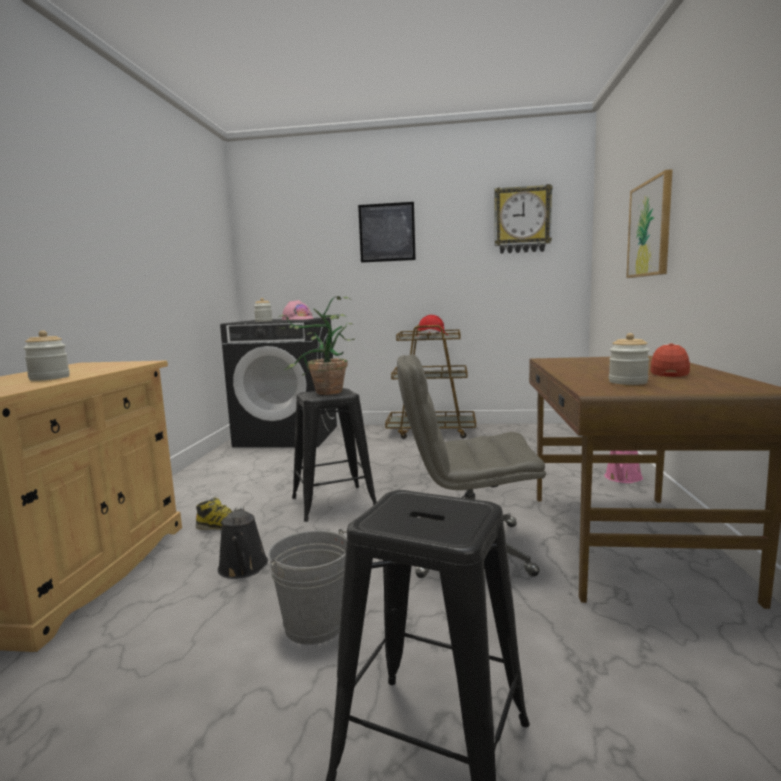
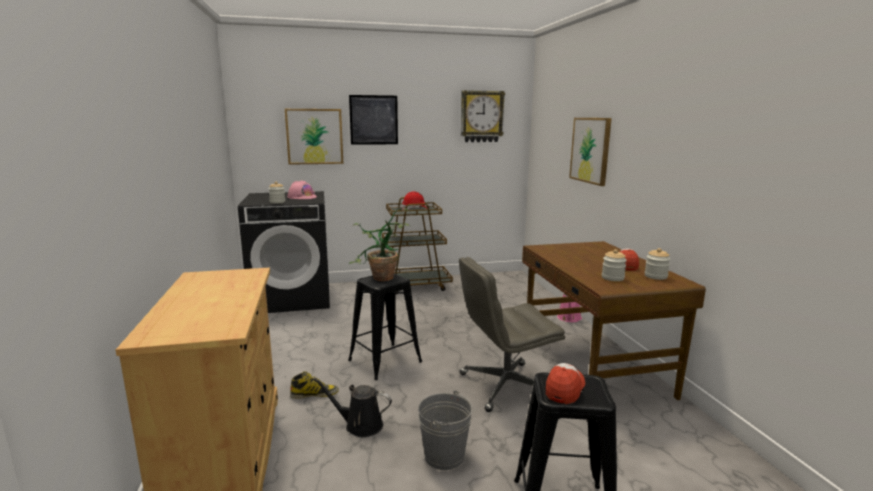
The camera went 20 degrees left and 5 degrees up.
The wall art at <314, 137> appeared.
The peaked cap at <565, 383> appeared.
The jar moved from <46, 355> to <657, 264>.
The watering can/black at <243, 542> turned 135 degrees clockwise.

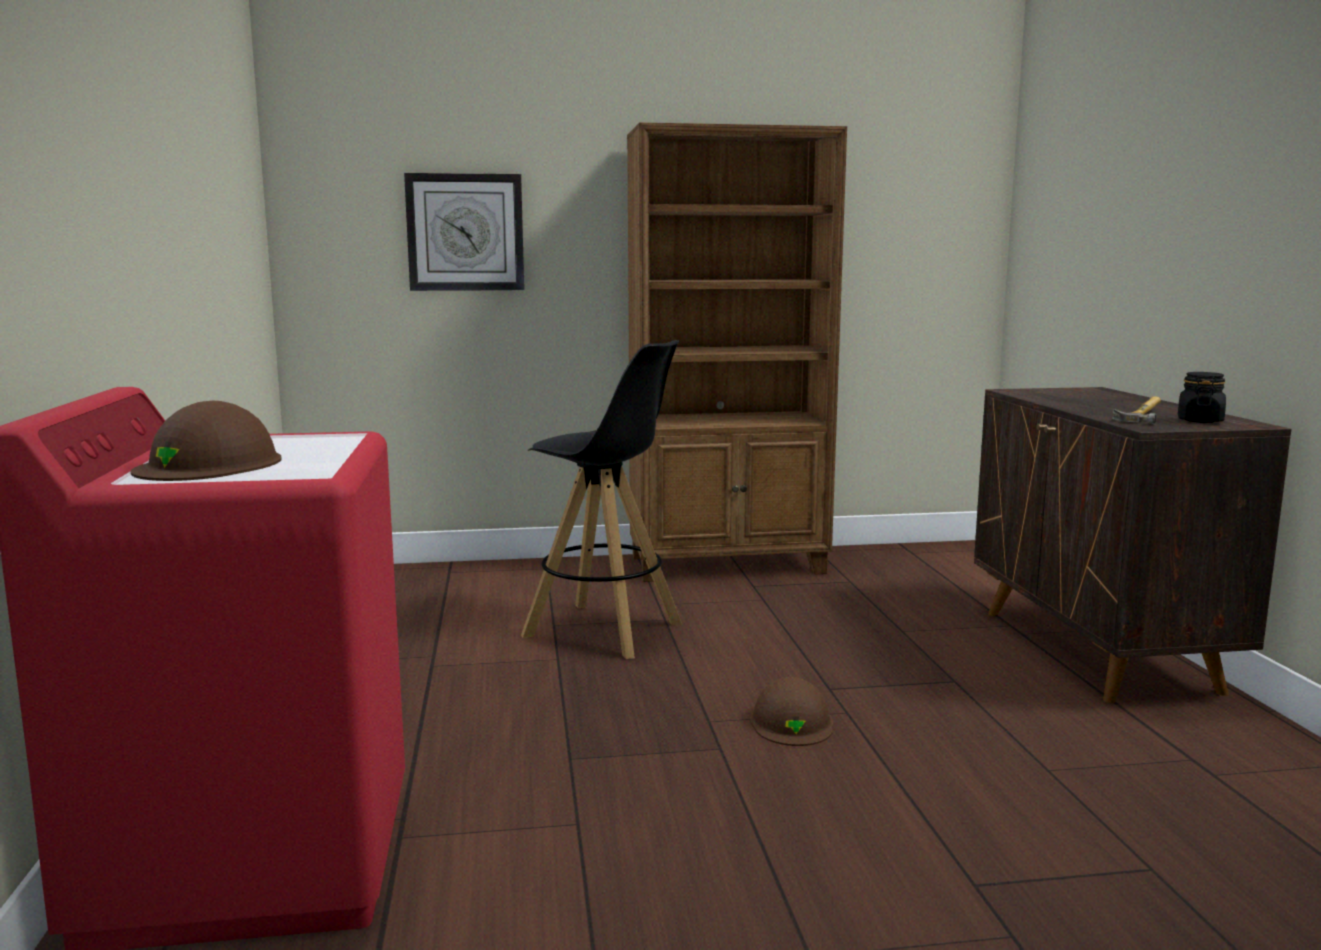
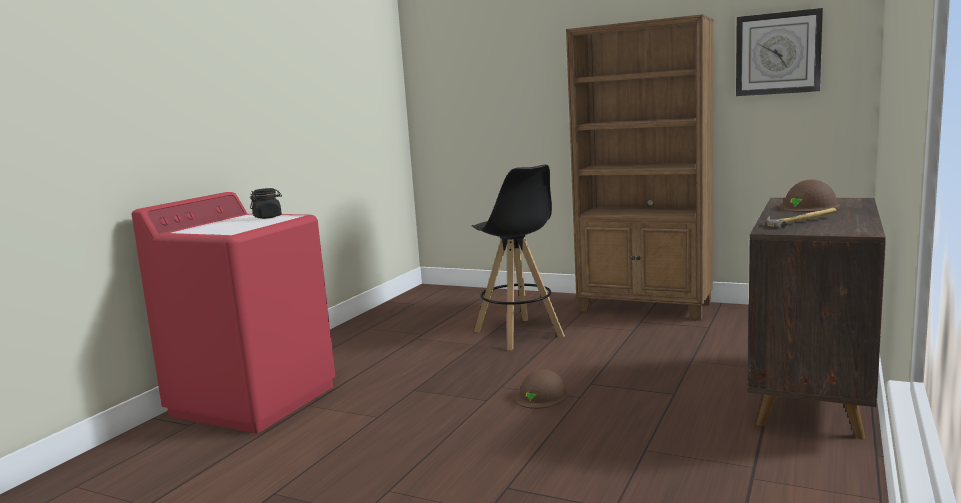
The camera went 35 degrees right and 0 degrees up.
The work helmet/brown-coloured moved from <206, 441> to <809, 195>.
The clock on the wall moved from <464, 232> to <779, 52>.
The jar/black moved from <1202, 397> to <266, 203>.

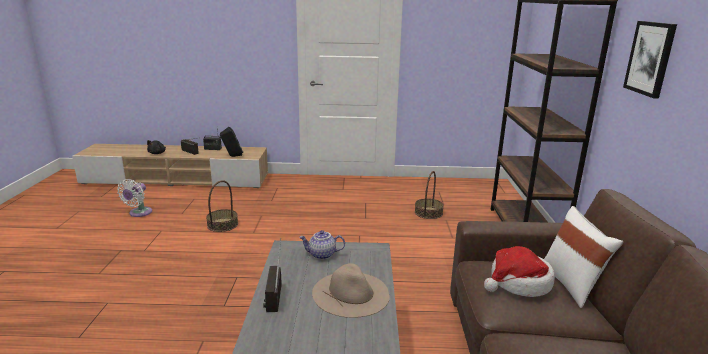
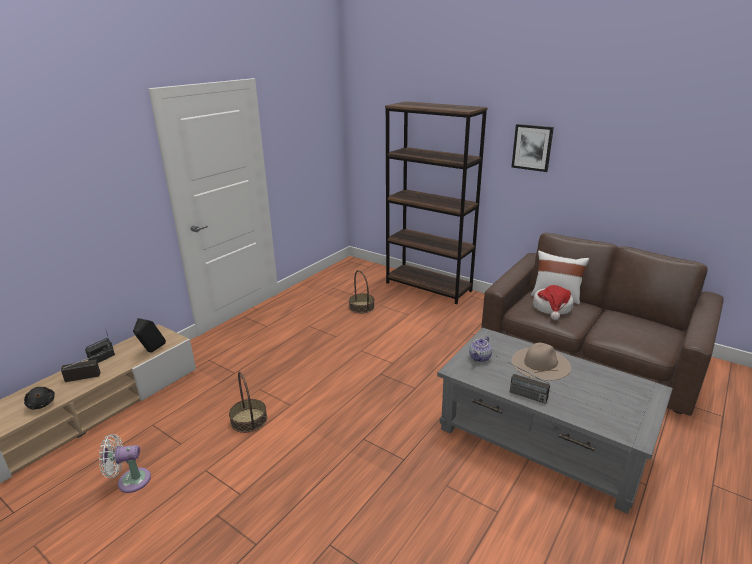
The camera went 55 degrees left and 5 degrees up.
The cooling fan/white-coloured at <134, 198> turned 120 degrees clockwise.

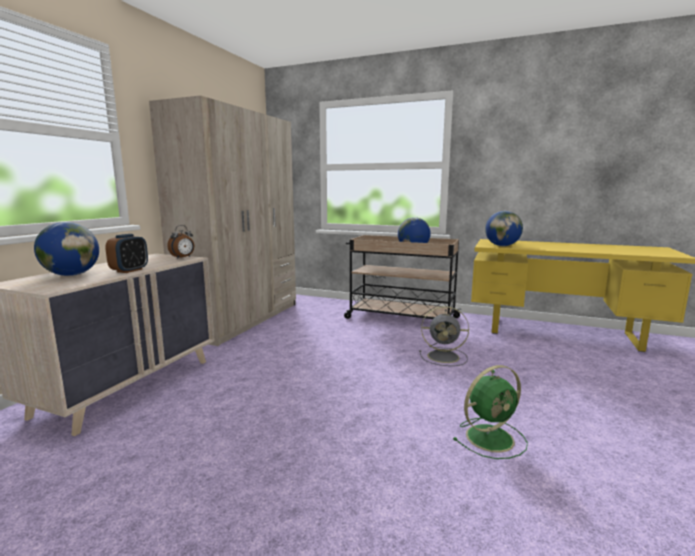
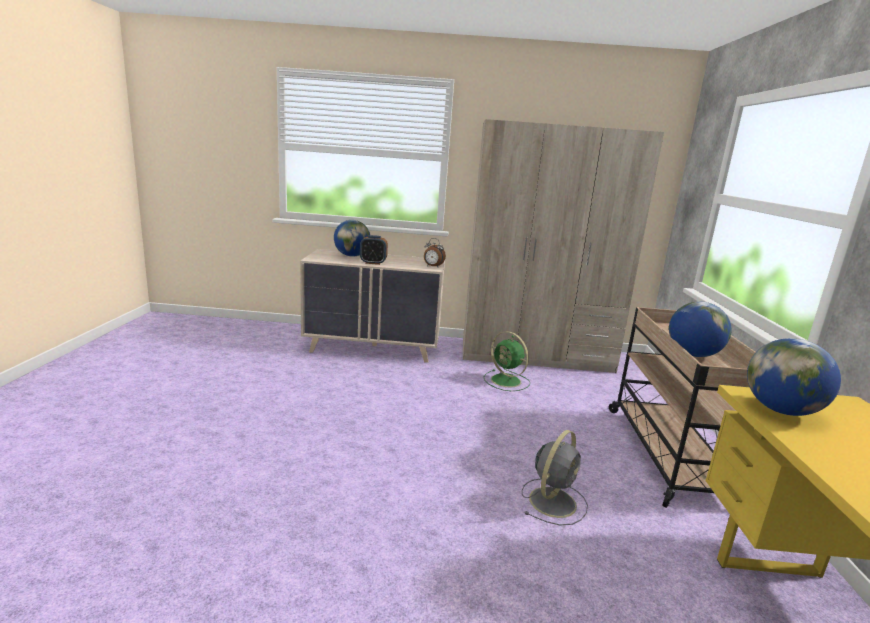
The camera went 70 degrees right and 5 degrees up.
The cooling fan/green-coloured moved from <490, 412> to <507, 361>.
The cooling fan/gray at <444, 336> turned 135 degrees counterclockwise.

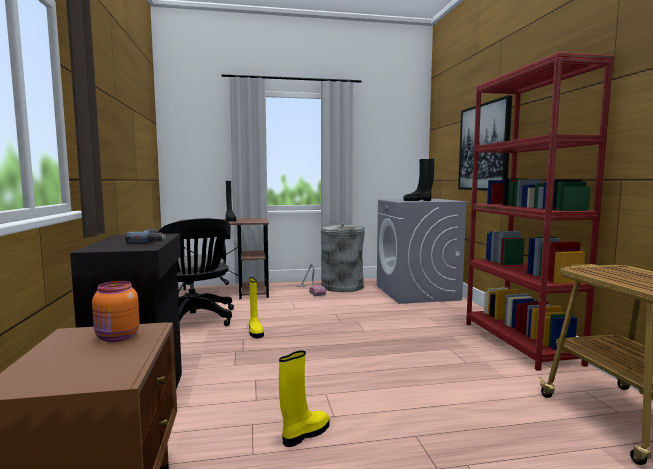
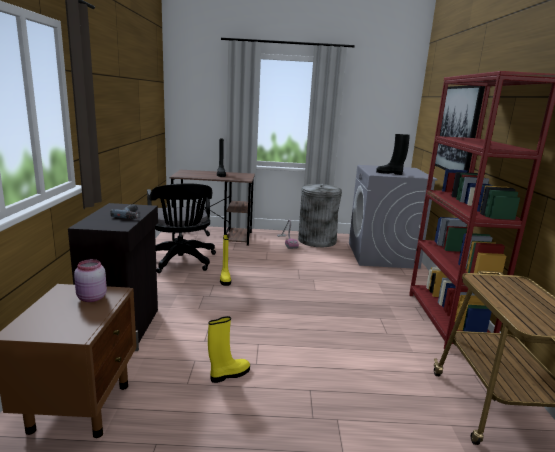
The camera went 10 degrees right and 10 degrees up.
The jar/orangey at <116, 311> became the jar/pink at <90, 280>.

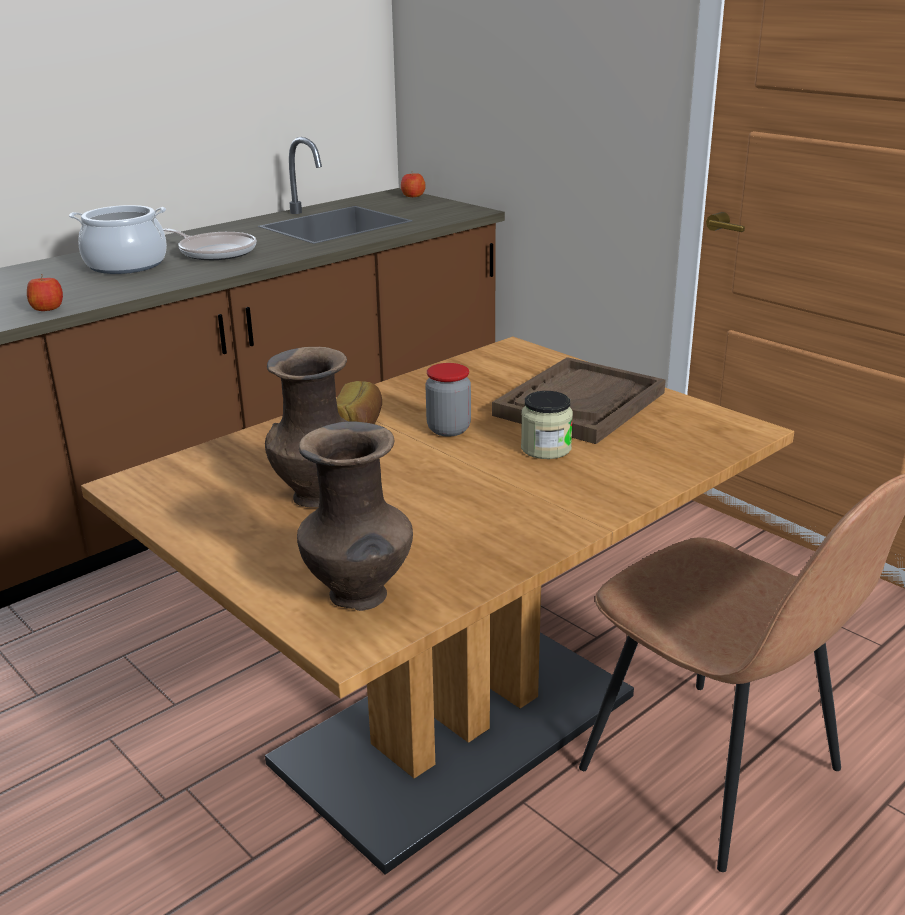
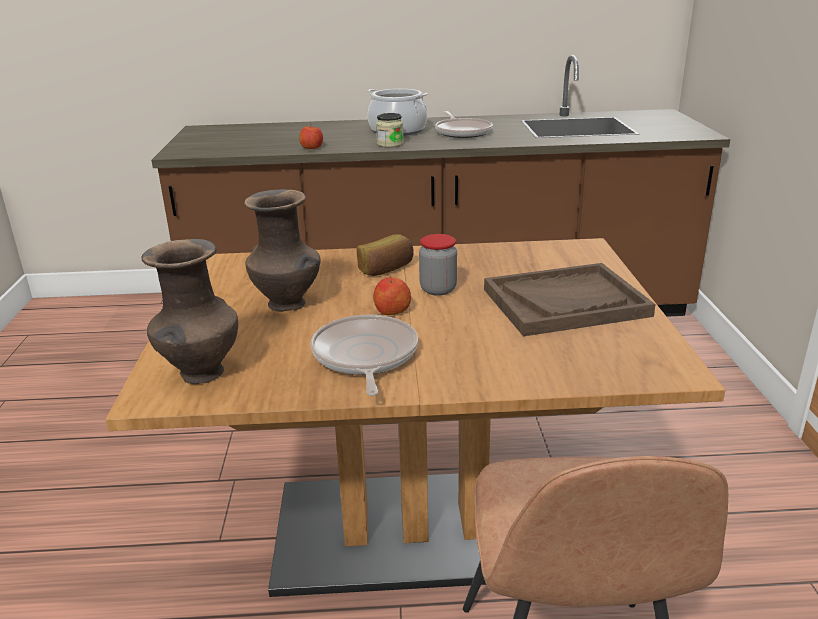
The camera went 40 degrees right and 0 degrees up.
The pan at <364, 355> appeared.
The apple fruit moved from <413, 185> to <392, 295>.
The jar moved from <547, 425> to <390, 130>.

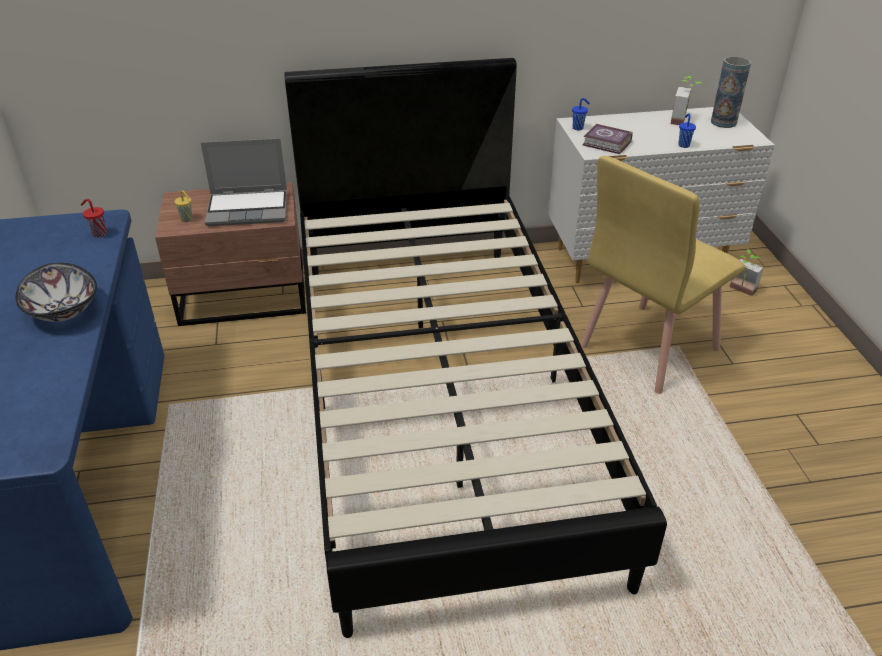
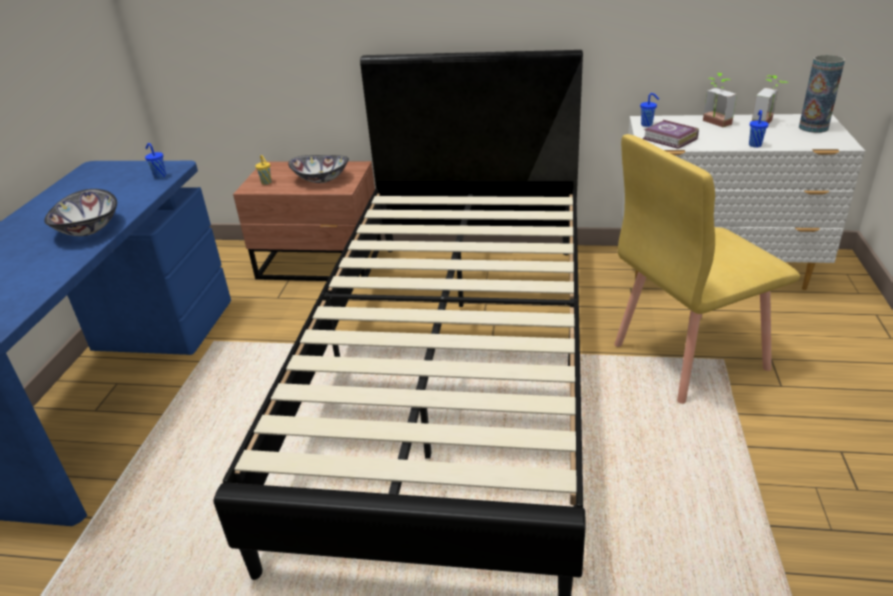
The camera went 20 degrees right and 5 degrees down.
The houseplant moved from <746, 272> to <720, 100>.
The laptop at <244, 182> was replaced by the deep dish at <318, 169>.
The small cup/red at <94, 218> became the small cup/bluish at <155, 161>.

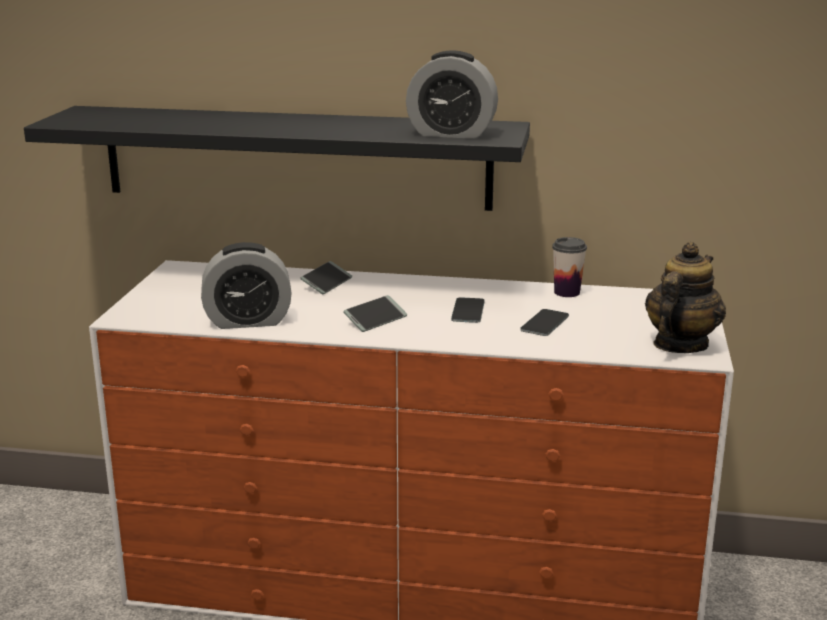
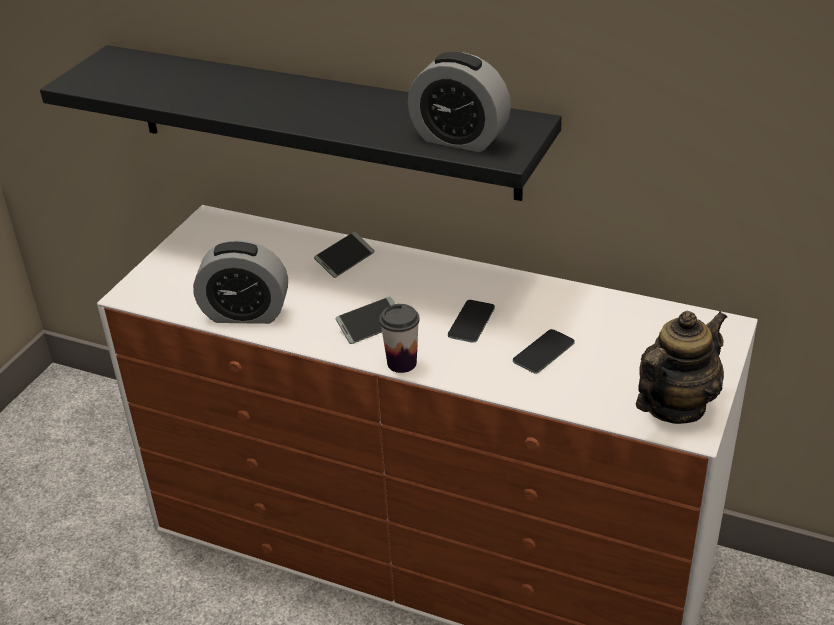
The camera went 15 degrees right and 15 degrees up.
The small cup moved from <569, 267> to <399, 338>.

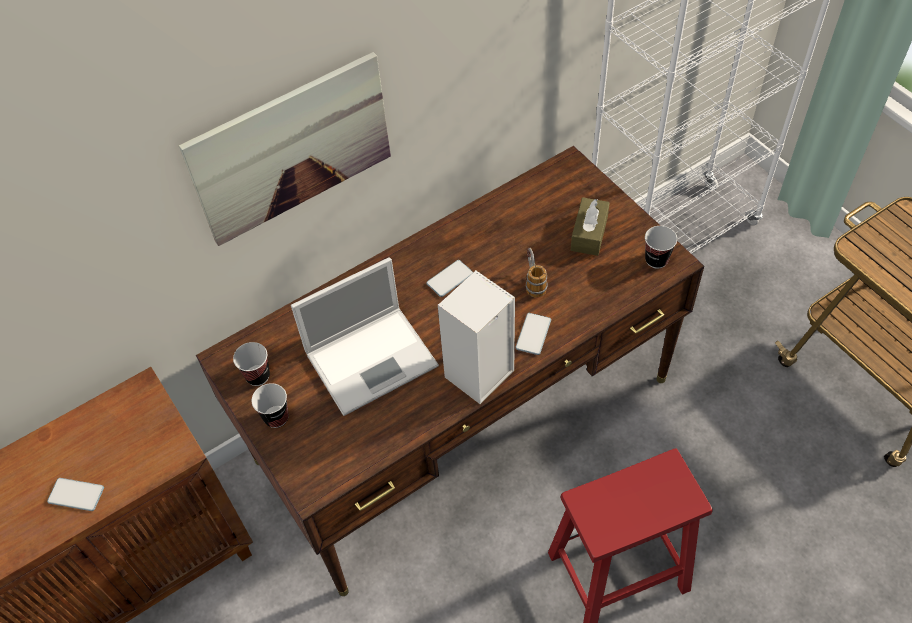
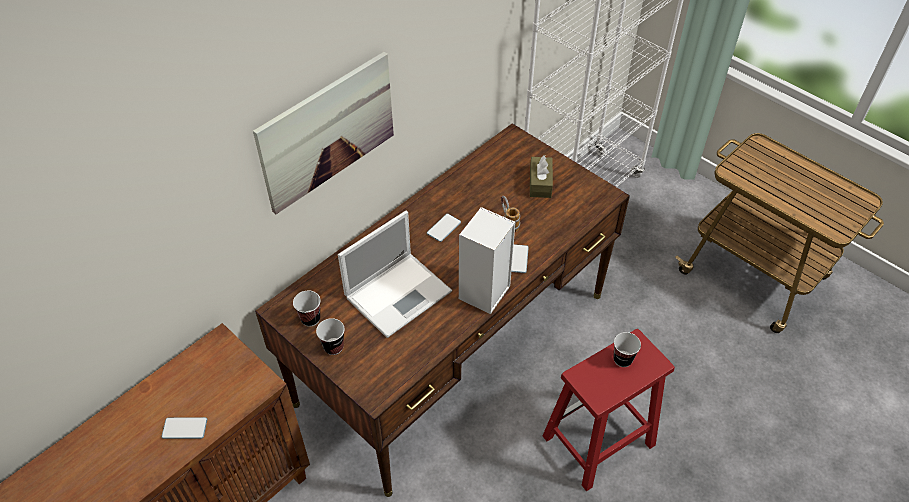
The camera went 15 degrees left and 5 degrees down.
The small cup moved from <661, 247> to <627, 349>.

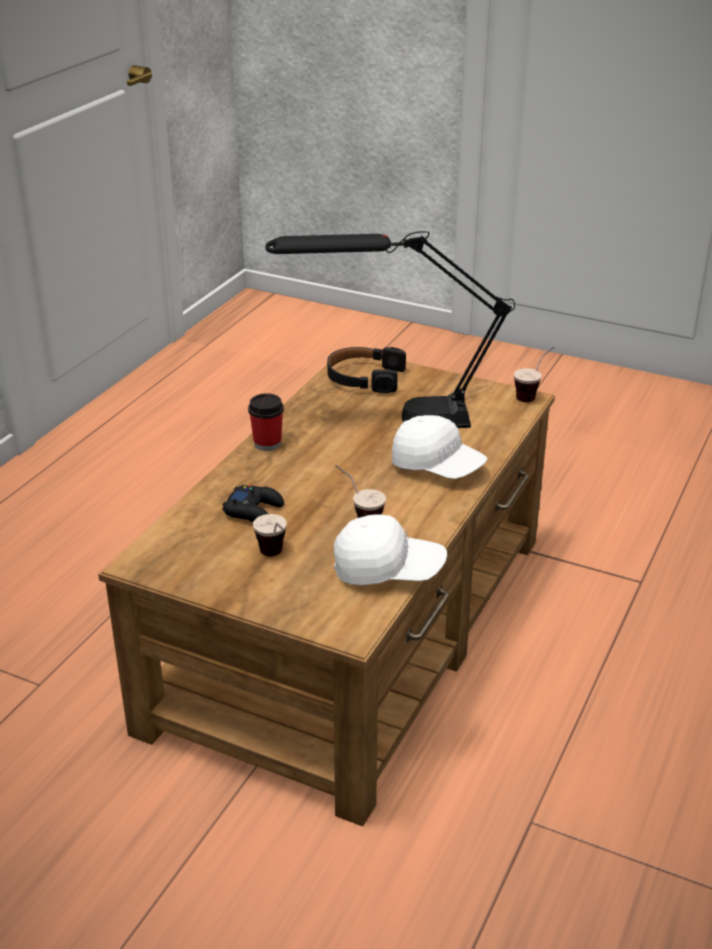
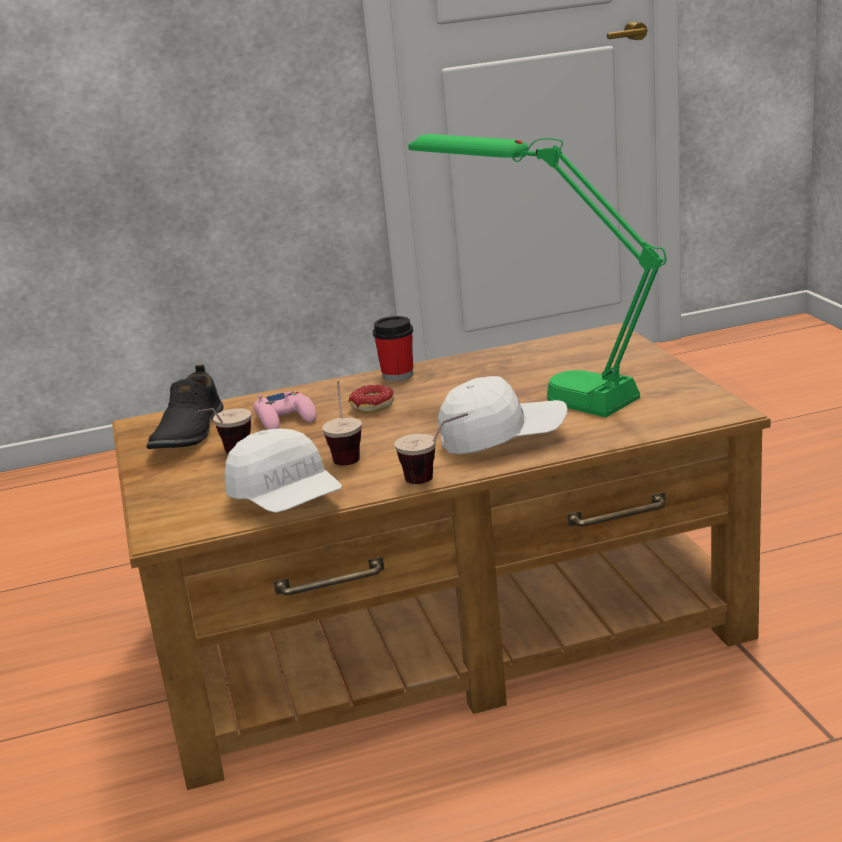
The camera went 50 degrees right and 10 degrees down.
The headset/black at <366, 370> disappeared.
The shoe/black at <185, 407> appeared.
The ring doughnut at <371, 399> appeared.
The small cup moved from <534, 374> to <431, 448>.
The game controller/black at <253, 503> became the game controller/pink at <285, 410>.
The table lamp/black at <390, 329> became the table lamp/green-coloured at <537, 276>.
The peaked cap/white-coloured at <439, 447> turned 90 degrees counterclockwise.

